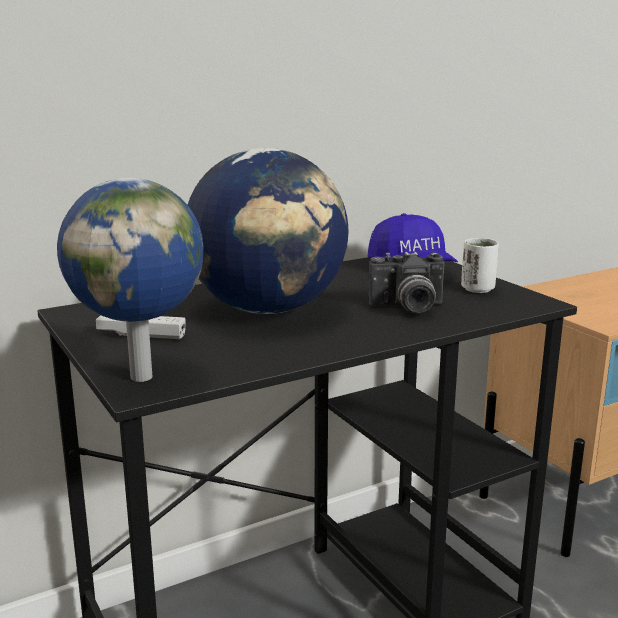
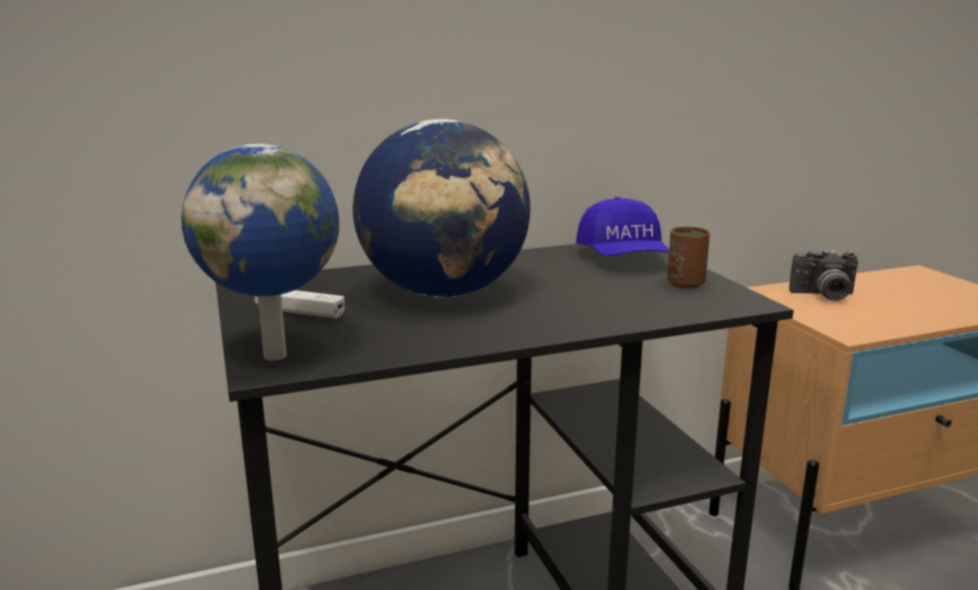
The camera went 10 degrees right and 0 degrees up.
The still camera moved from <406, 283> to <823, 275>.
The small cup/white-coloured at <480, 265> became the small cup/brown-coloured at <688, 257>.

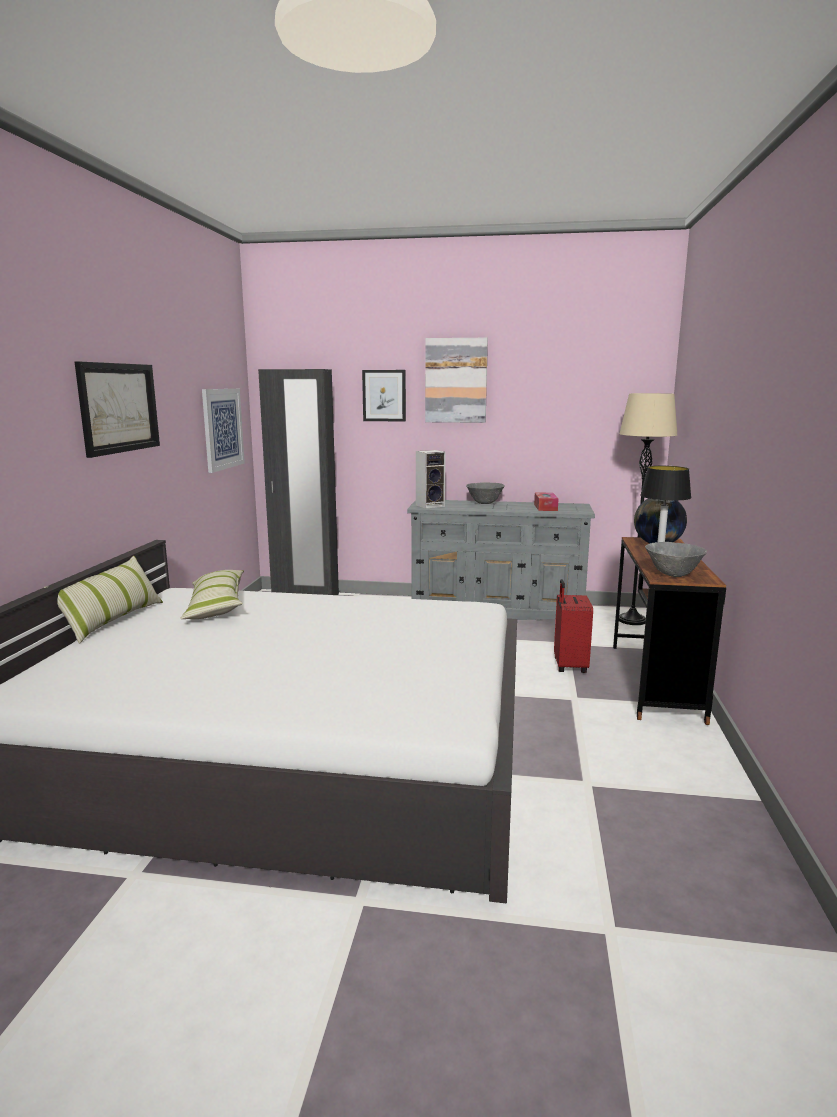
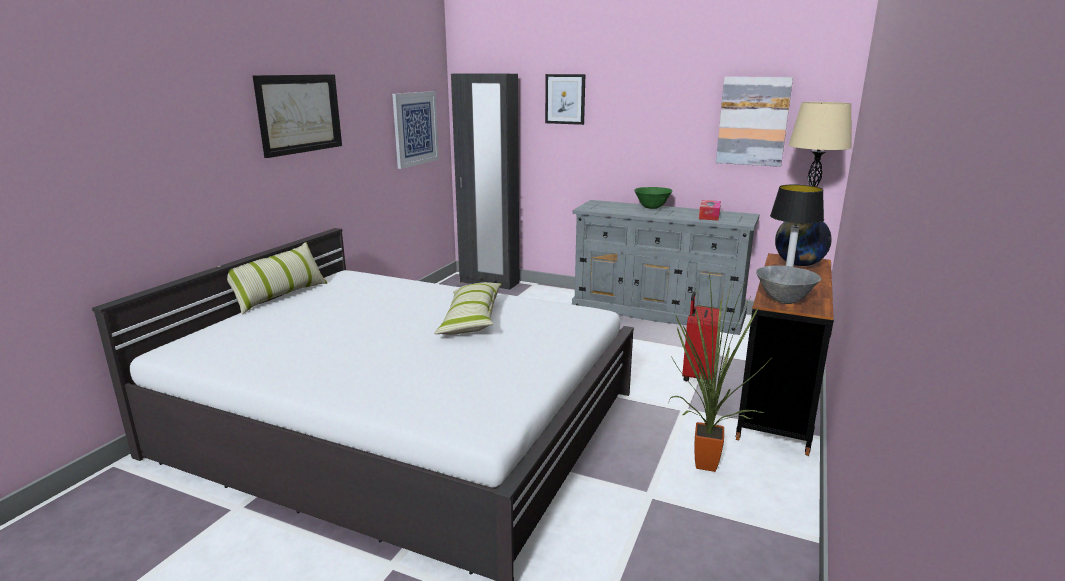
The camera went 15 degrees right and 5 degrees up.
The loudspeaker at <431, 479> disappeared.
The houseplant at <719, 372> appeared.
The throw pillow moved from <212, 594> to <468, 308>.
The wall art moved from <456, 380> to <754, 122>.
The deep dish/gray at <485, 493> became the deep dish/green-coloured at <653, 198>.

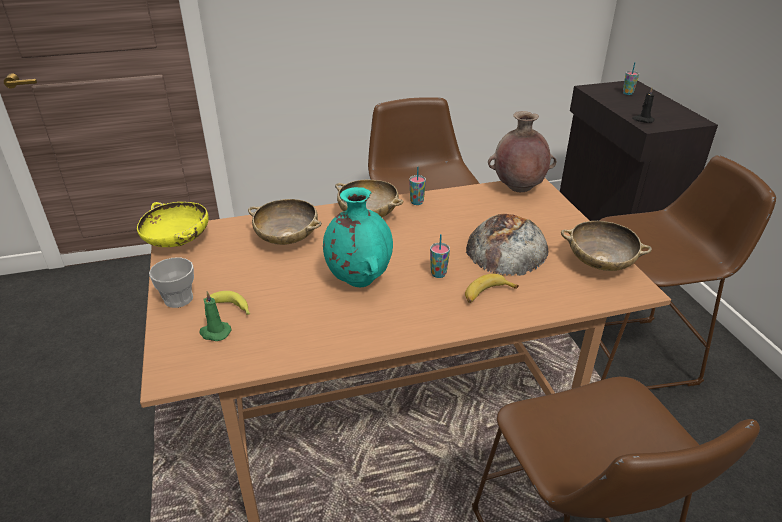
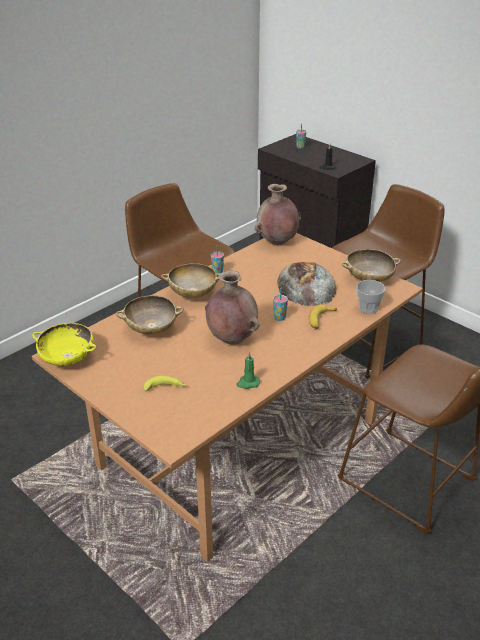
The camera went 30 degrees left and 0 degrees up.
The small cup moved from <171, 282> to <370, 297>.
The wax candle/green-coloured moved from <215, 316> to <248, 370>.
The flower vase/turquoise at <358, 237> became the flower vase/brown-coloured at <232, 307>.

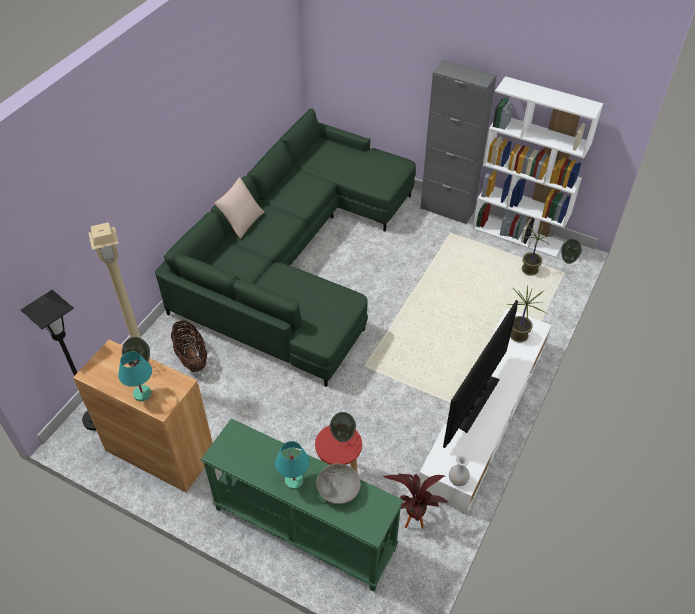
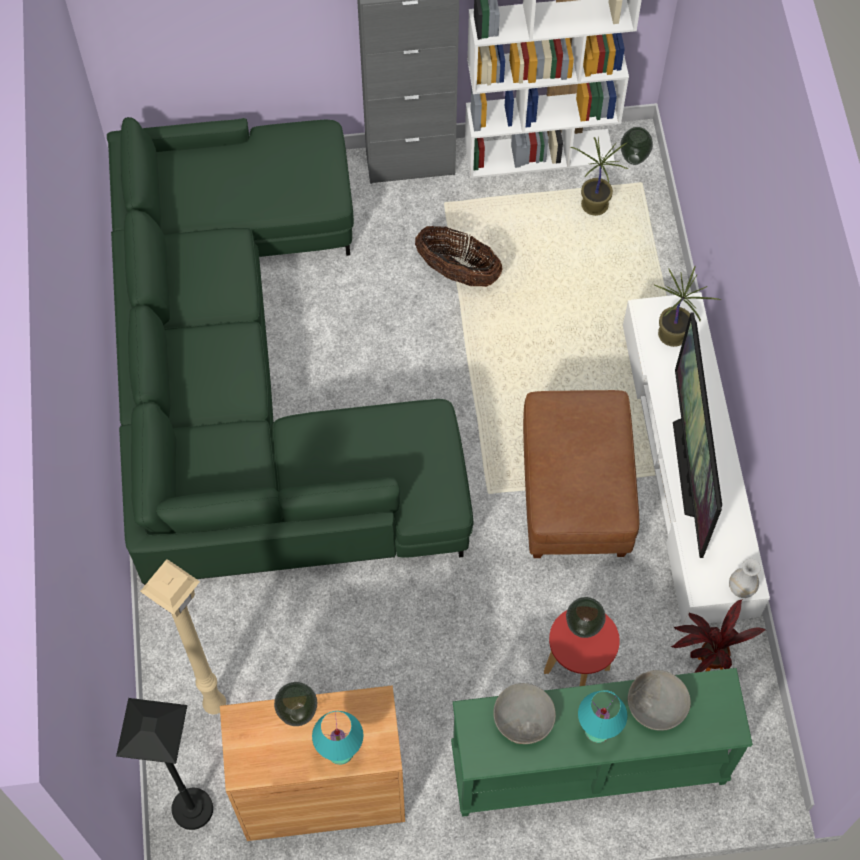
The camera went 35 degrees left and 15 degrees up.
The throw pillow/beige at <239, 208> disappeared.
The deep dish/gray at <524, 713> appeared.
The ottoman/brown-coloured at <581, 474> appeared.
The basket moved from <189, 346> to <459, 256>.

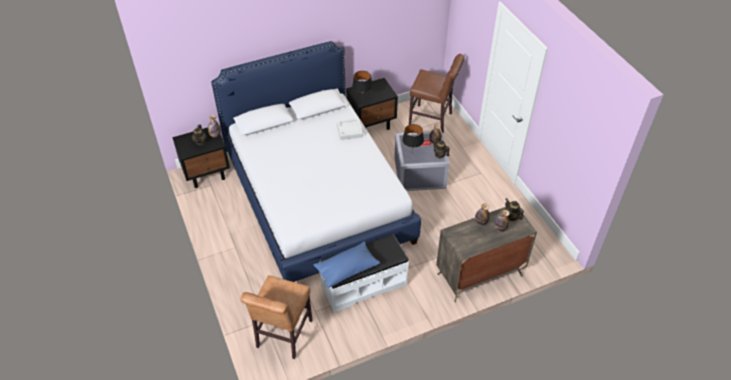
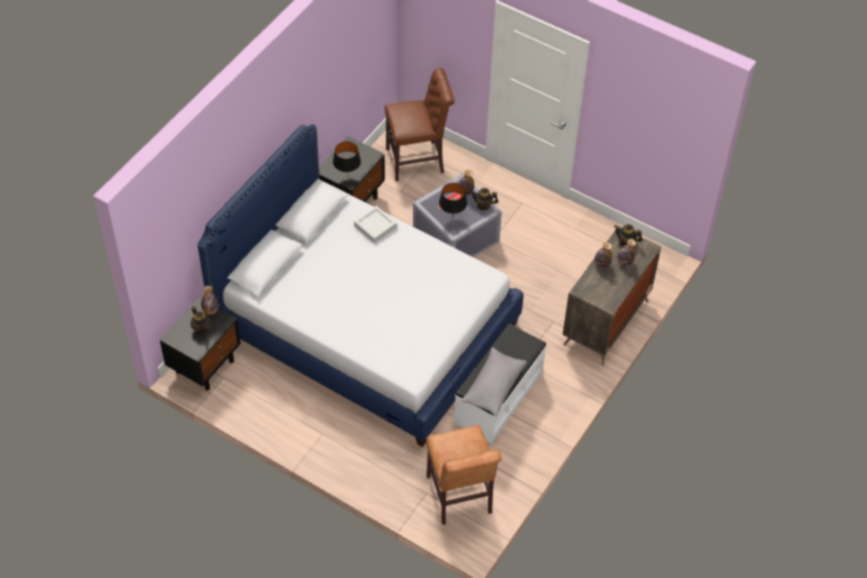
The camera went 35 degrees left and 5 degrees up.
The throw pillow/bluish at <346, 264> became the throw pillow/gray at <494, 381>.

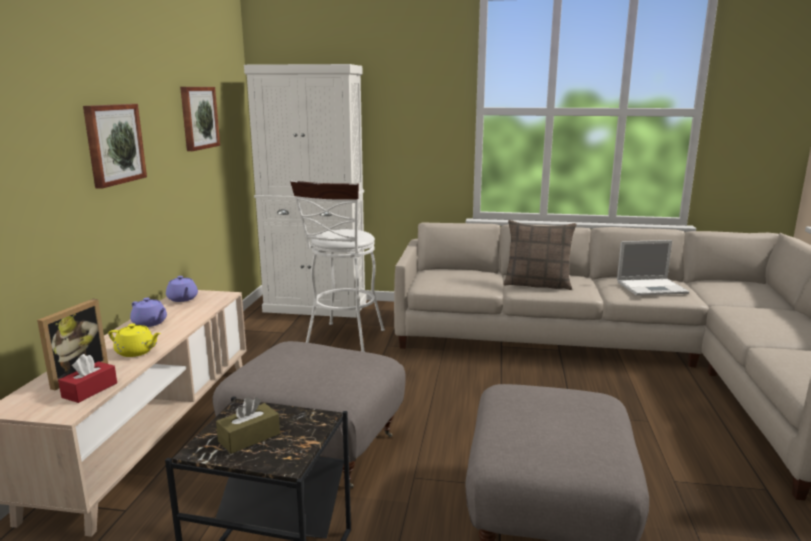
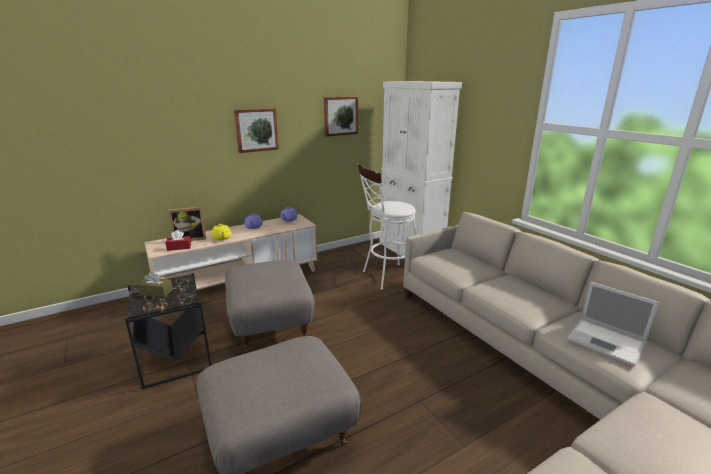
The camera went 50 degrees right and 5 degrees up.
The throw pillow at <539, 255> disappeared.

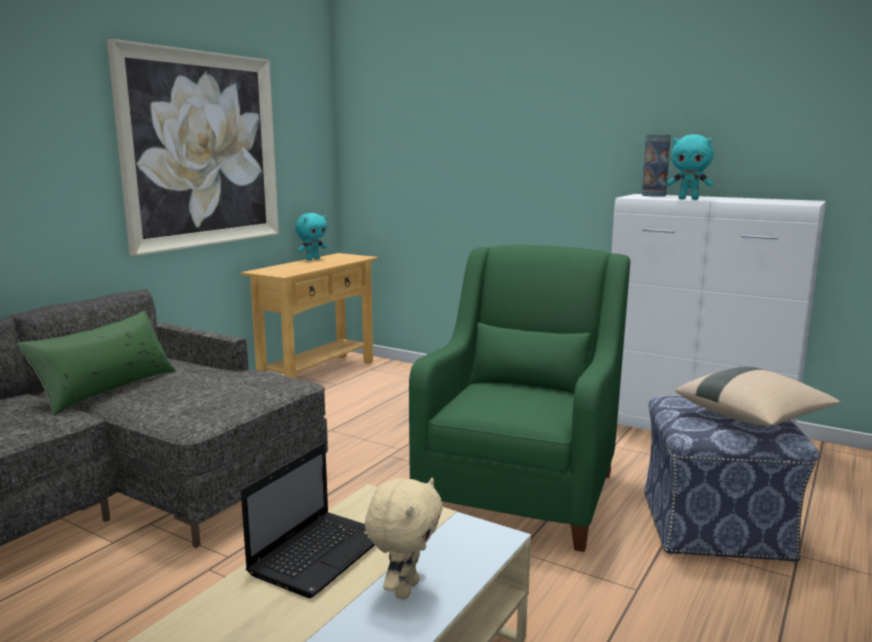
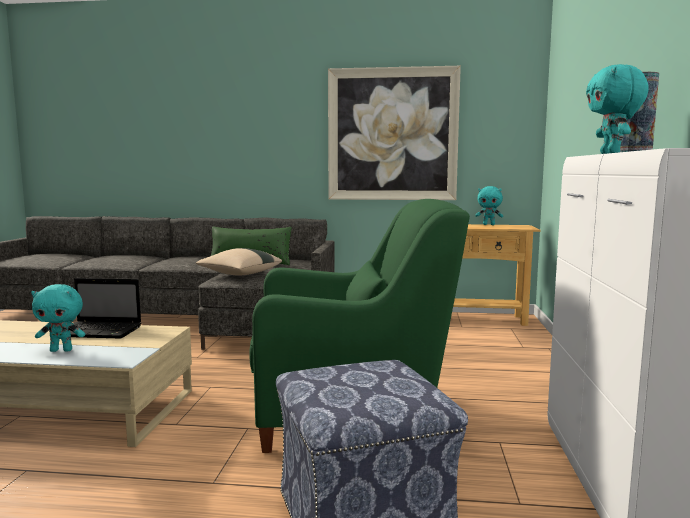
The camera went 65 degrees right and 5 degrees down.
The throw pillow/beige moved from <757, 396> to <239, 261>.
The soft toy/beige at <404, 538> became the soft toy/turquoise at <58, 318>.

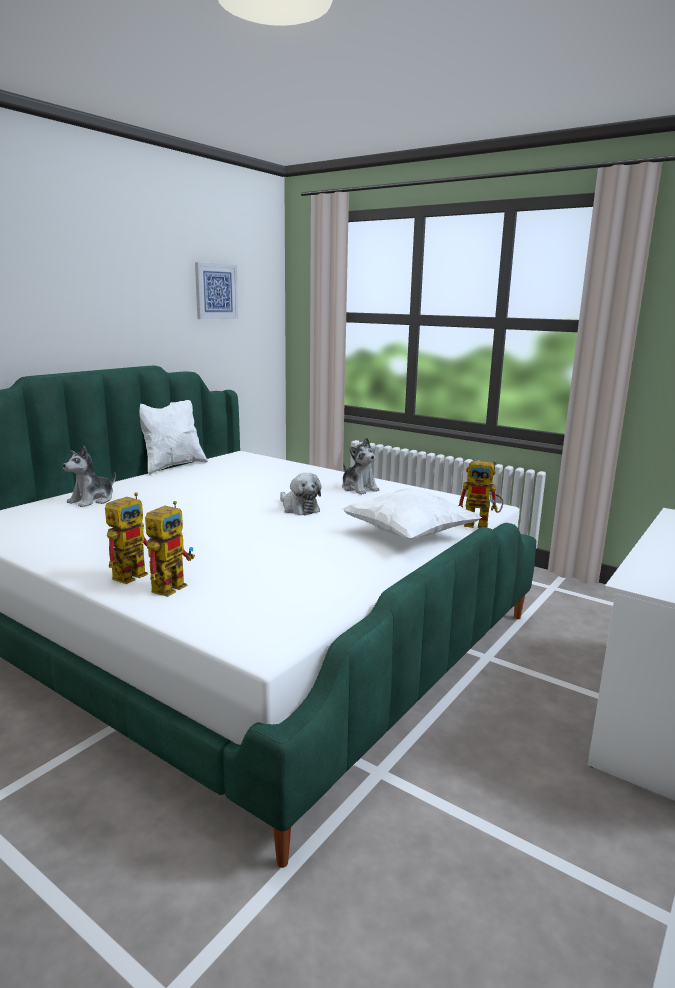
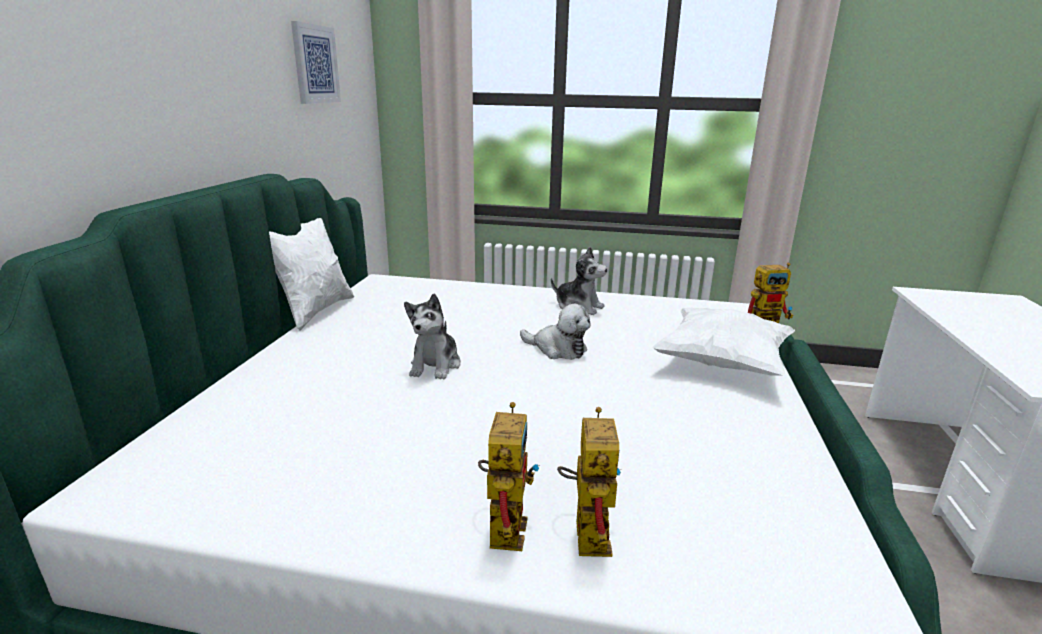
The camera went 25 degrees left and 5 degrees up.
The soft toy moved from <89, 476> to <432, 337>.

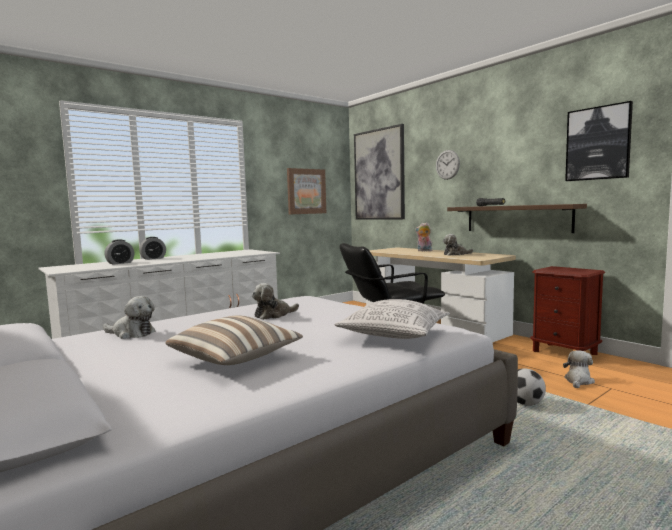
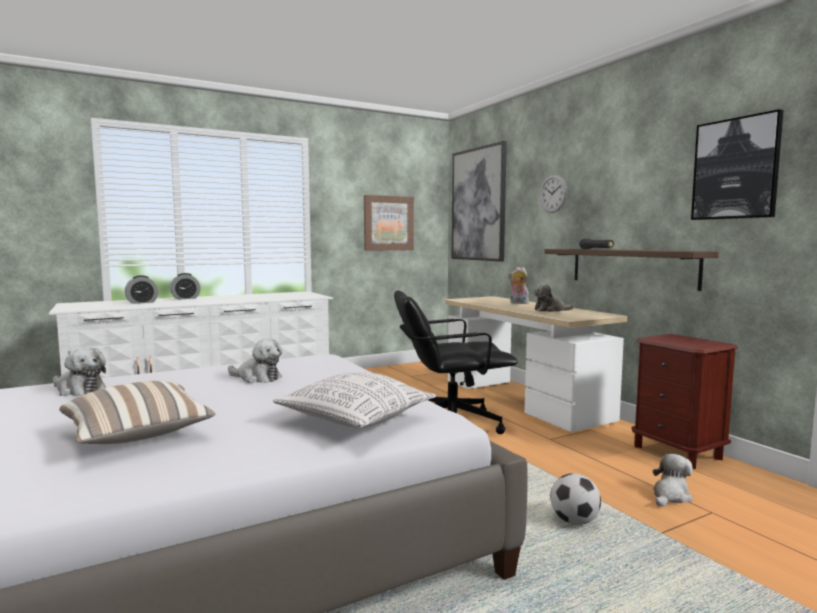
The camera went 10 degrees right and 0 degrees up.
The soft toy at <275, 301> turned 135 degrees counterclockwise.

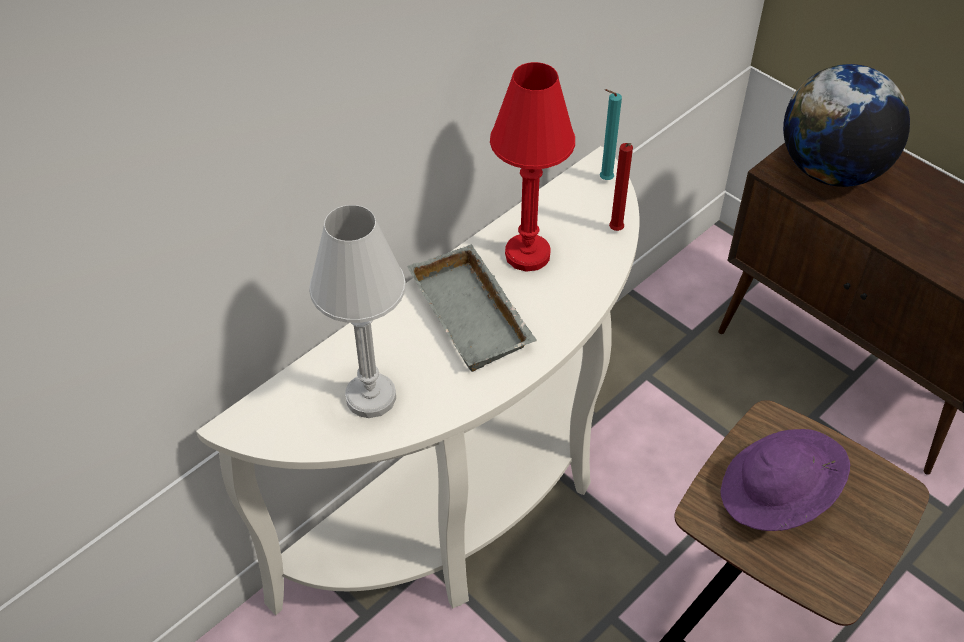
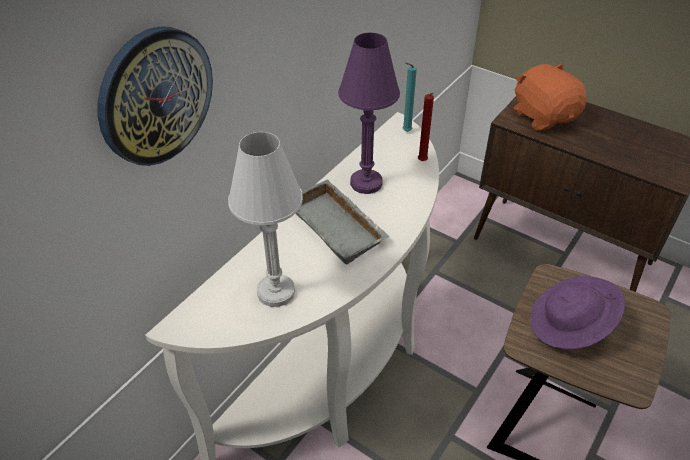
The camera went 10 degrees left and 5 degrees down.
The clock on the wall at <155, 96> appeared.
The globe at <846, 125> was replaced by the soft toy/orangey at <550, 97>.
The table lamp/red at <532, 167> became the table lamp/purple-coloured at <369, 113>.

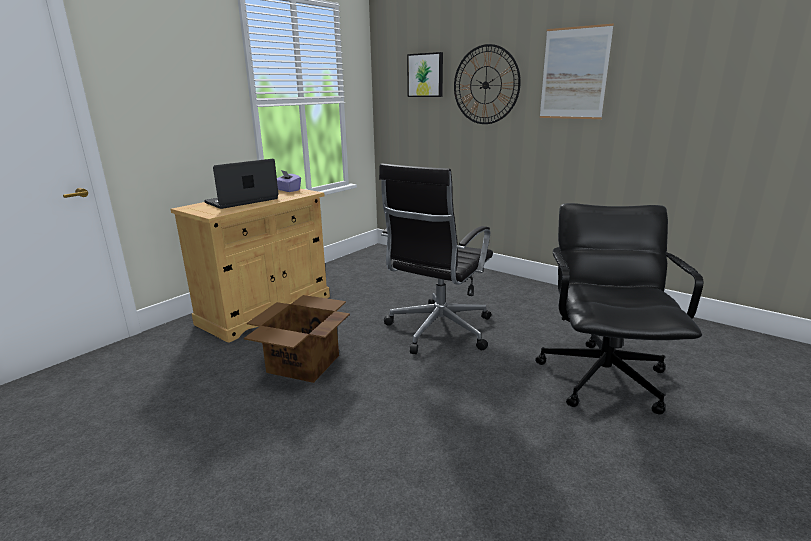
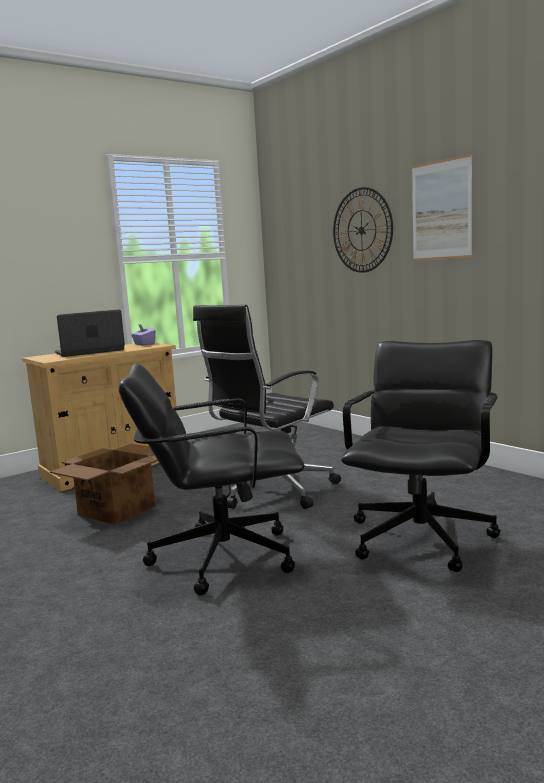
The camera went 15 degrees right and 10 degrees down.
The wall art at <425, 74> disappeared.
The office chair/black at <211, 479> appeared.

